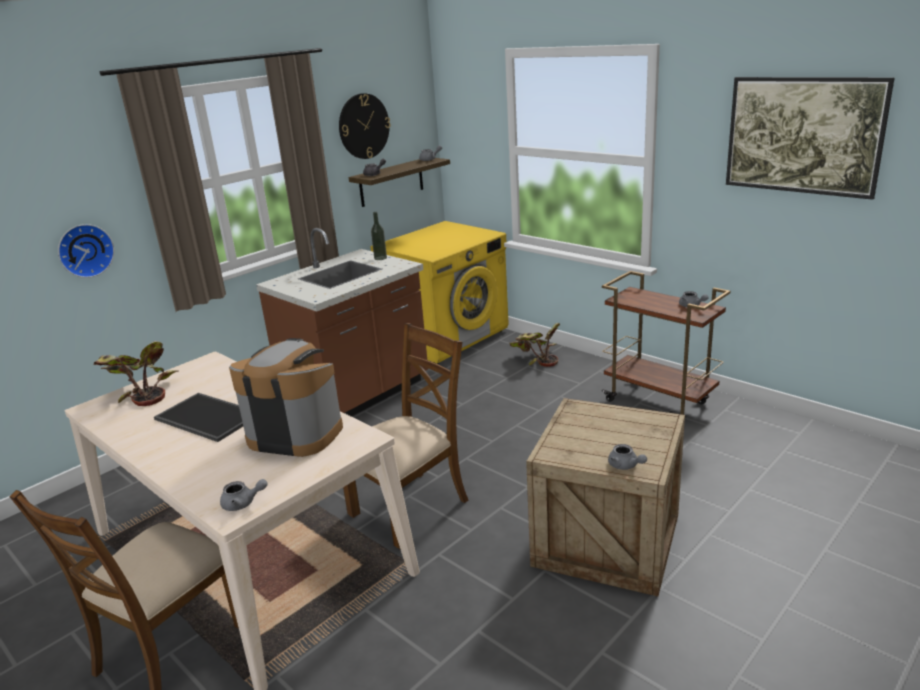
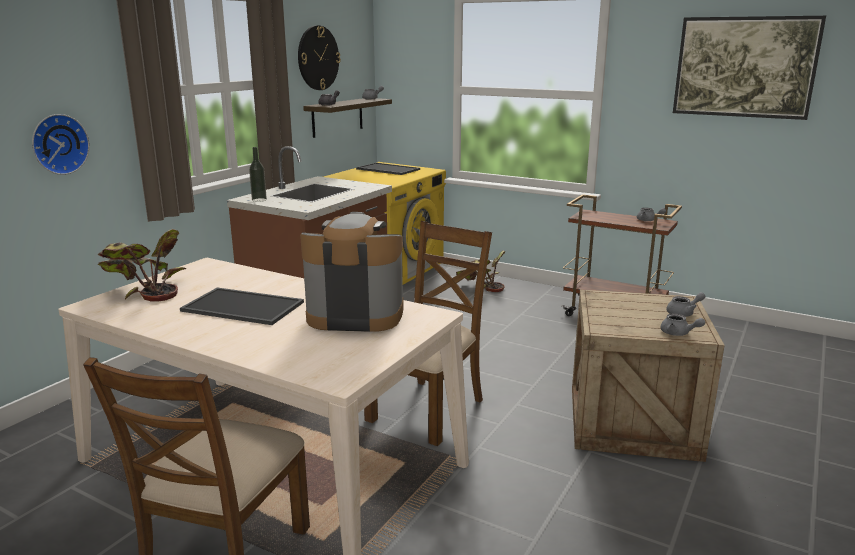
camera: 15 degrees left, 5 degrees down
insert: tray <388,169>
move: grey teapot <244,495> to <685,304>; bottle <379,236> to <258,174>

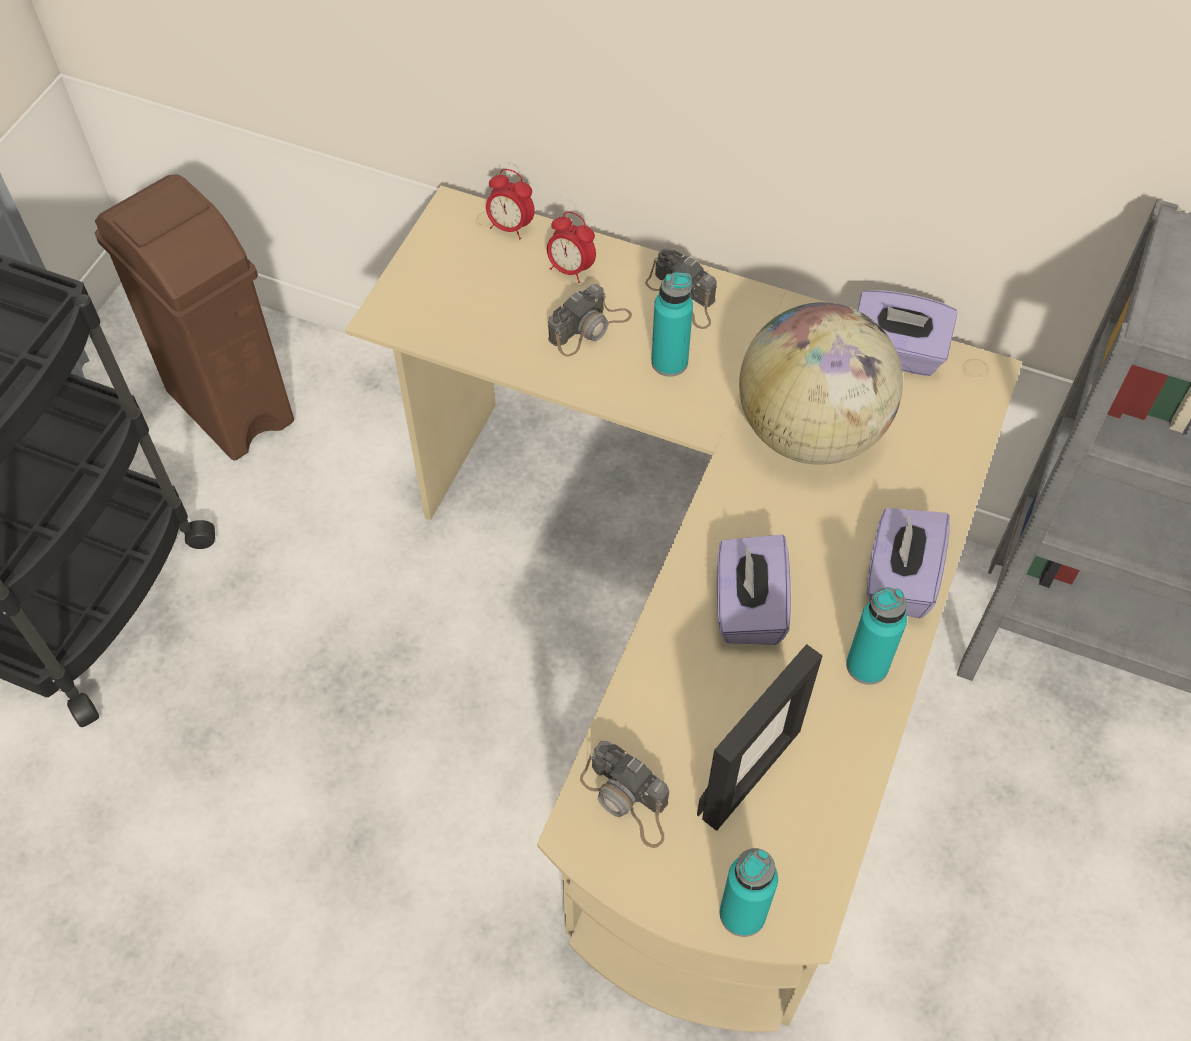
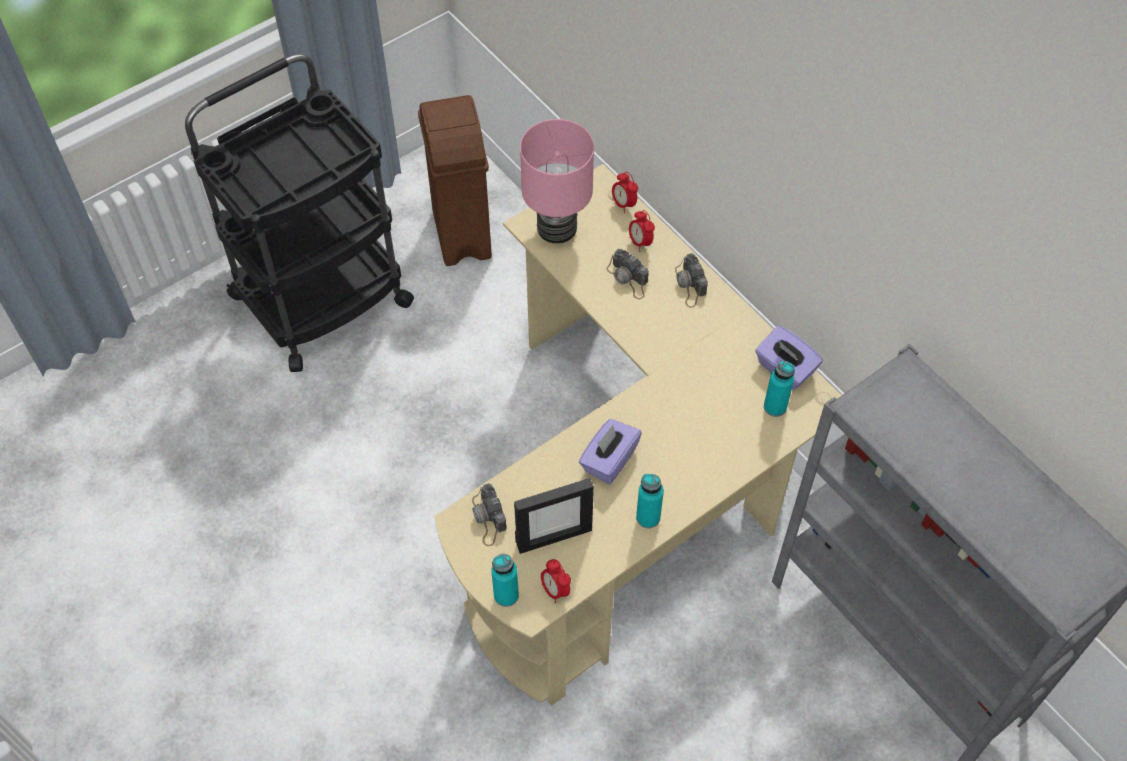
camera: 30 degrees right, 0 degrees up
delete: globe <821,383>; purple tissue box <908,563>
insert: pink table lamp <557,181>; alarm clock <556,581>
move: turquoise bottle <672,325> to <779,389>
rotate: photo camera <590,320> = <627,274> 60 degrees clockwise

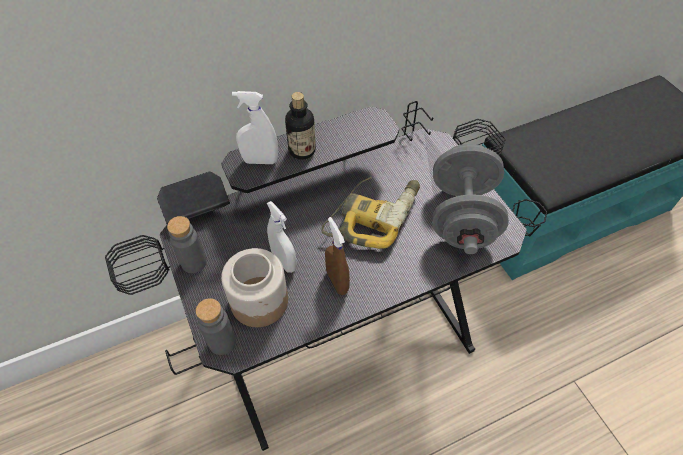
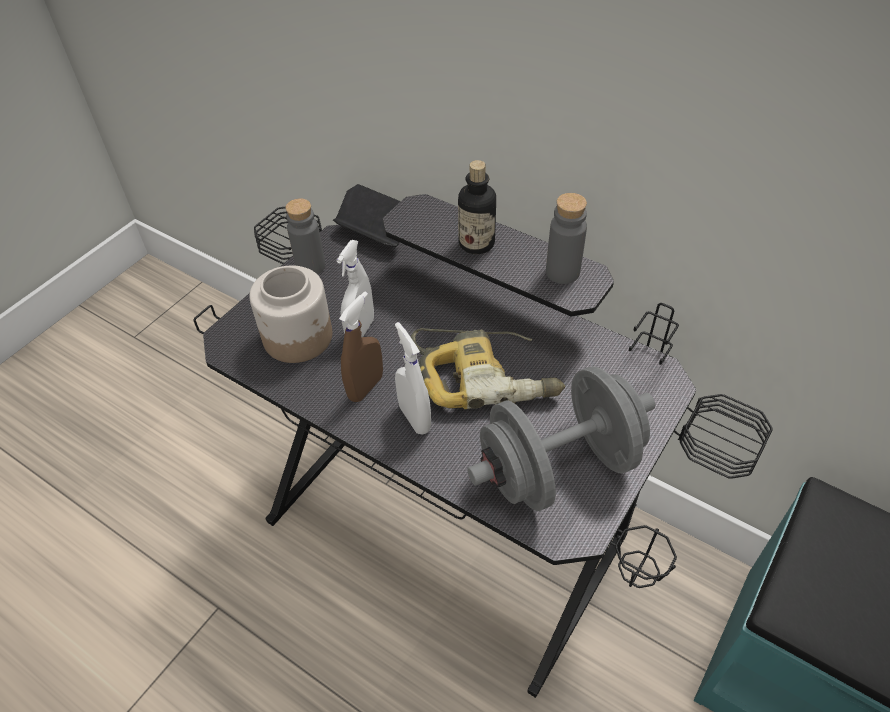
camera: 60 degrees right, 5 degrees down
move: grey bottle <216,326> to <566,238>; white spray bottle <255,127> to <413,378>

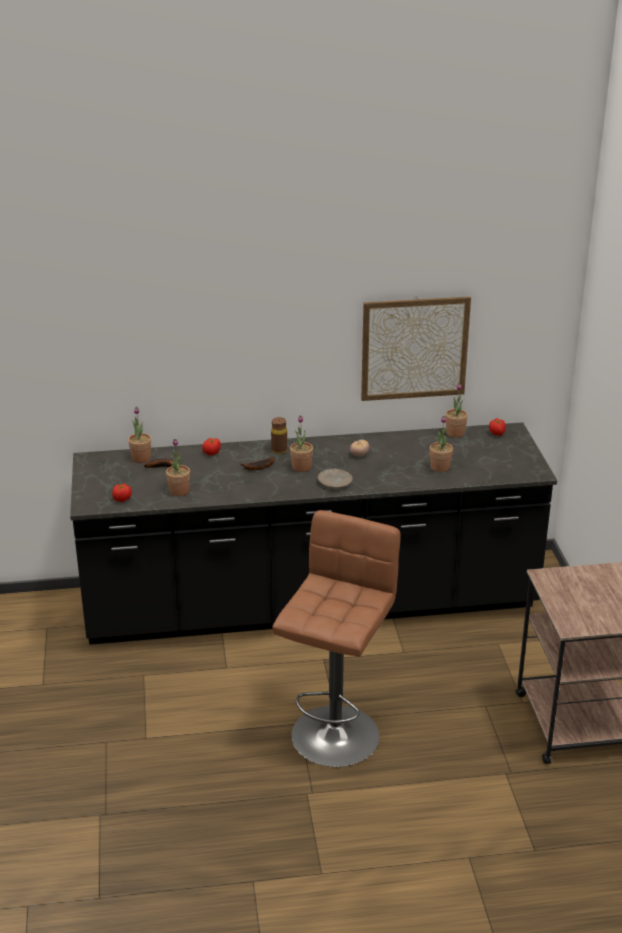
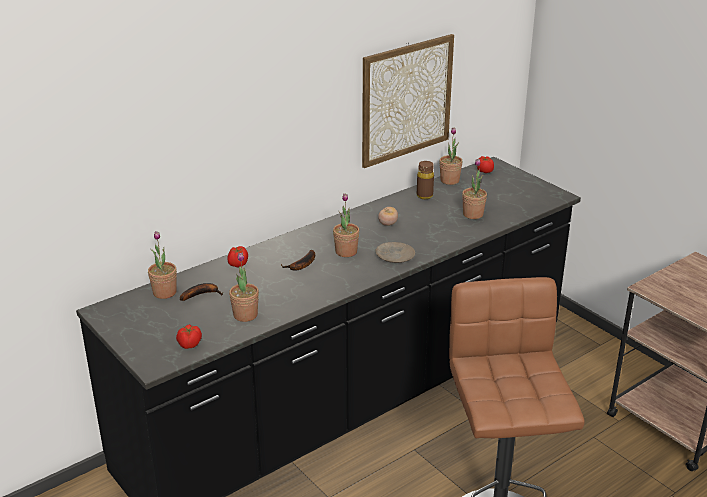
camera: 30 degrees left, 0 degrees up
move: brown bottle <279,435> to <425,180>

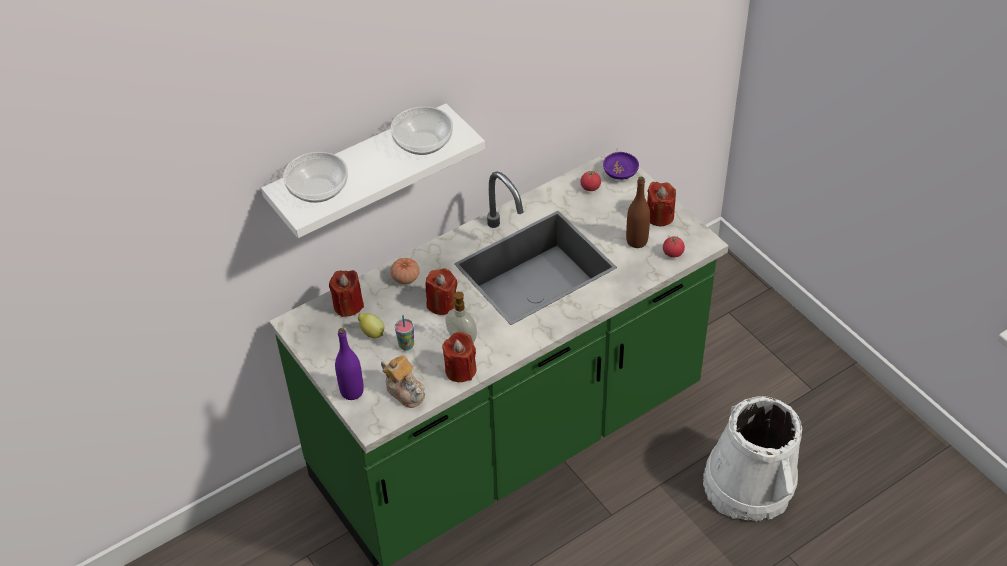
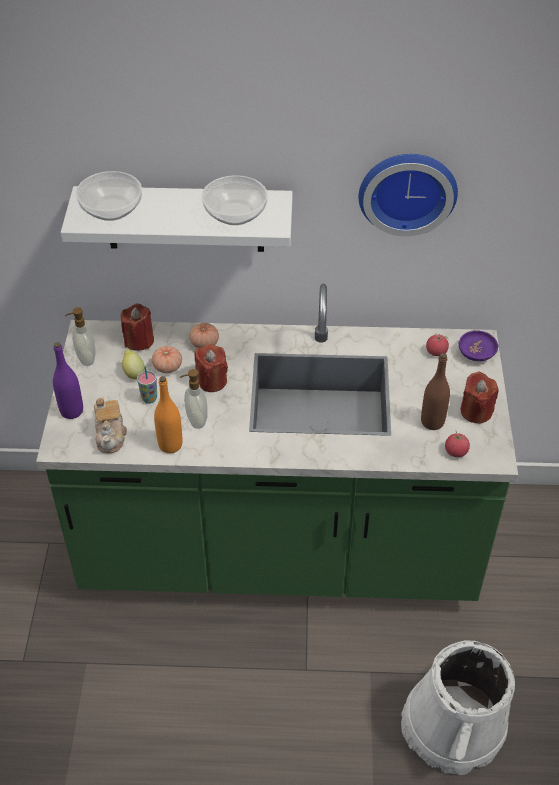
camera: 35 degrees right, 0 degrees up
insert: soap dispenser <80,336>; tomato <167,359>; wall clock <408,195>
replace: red candle <459,357> to orange bottle <168,414>

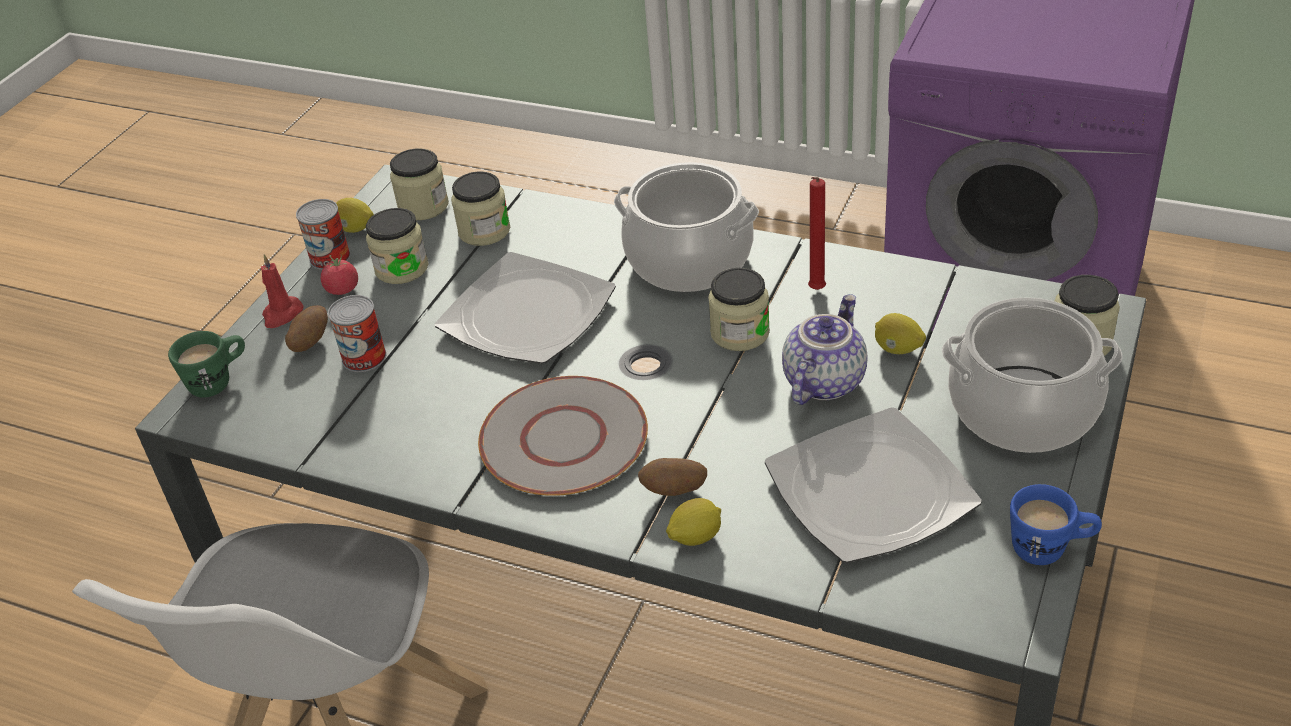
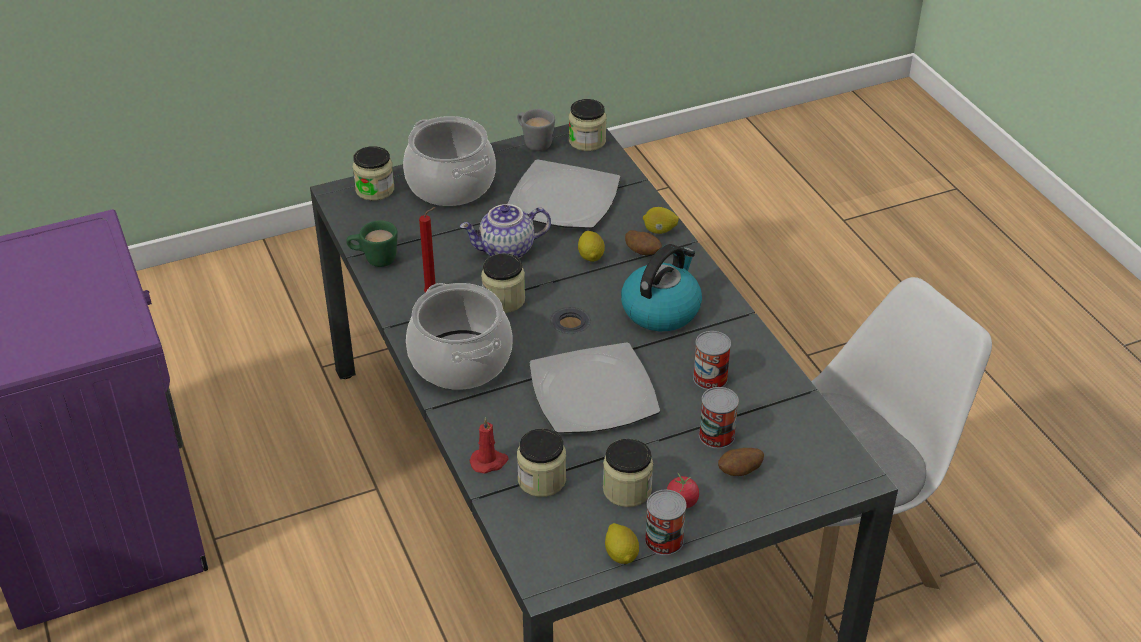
camera: 140 degrees left, 0 degrees up
insert: can <712,360>
move: green mug <206,364> to <372,243>; red candle <282,291> to <489,445>; jar <419,184> to <587,125>; lemon <900,333> to <591,246>
replace: grey plate <563,436> to kettle <661,287>
recolor: blue mug <1056,524> to grey mug <536,130>

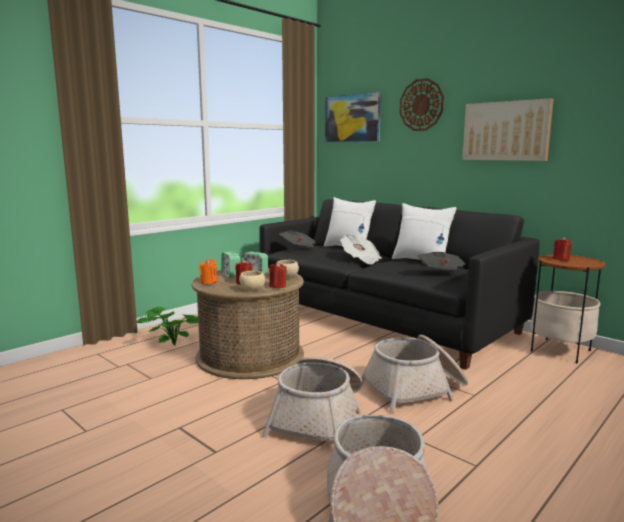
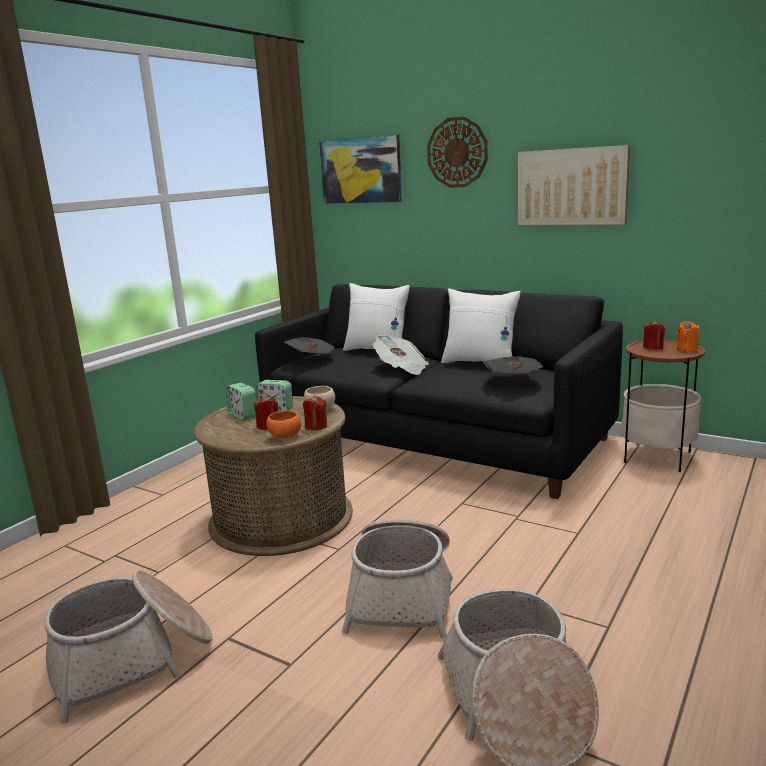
camera: 10 degrees left, 5 degrees up
delete: potted plant <167,325>
move: orange candle <208,271> to <688,336>; basket <414,373> to <128,647>
recolor: beige bowl <252,281> to orange bowl <284,424>

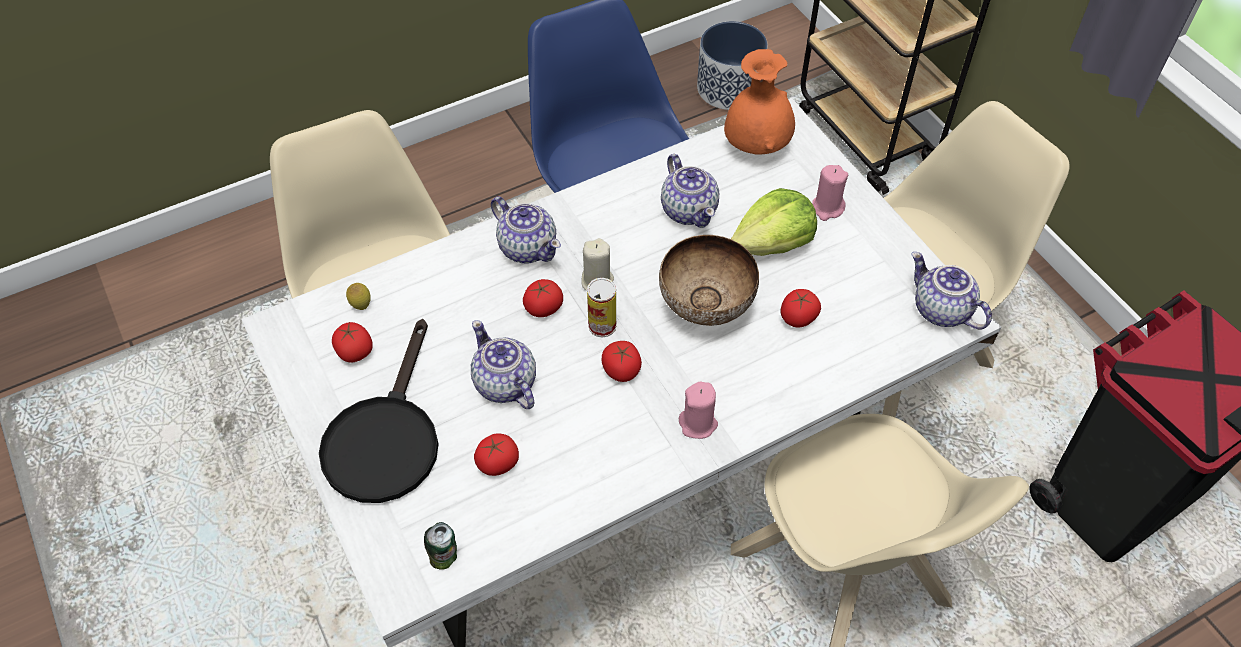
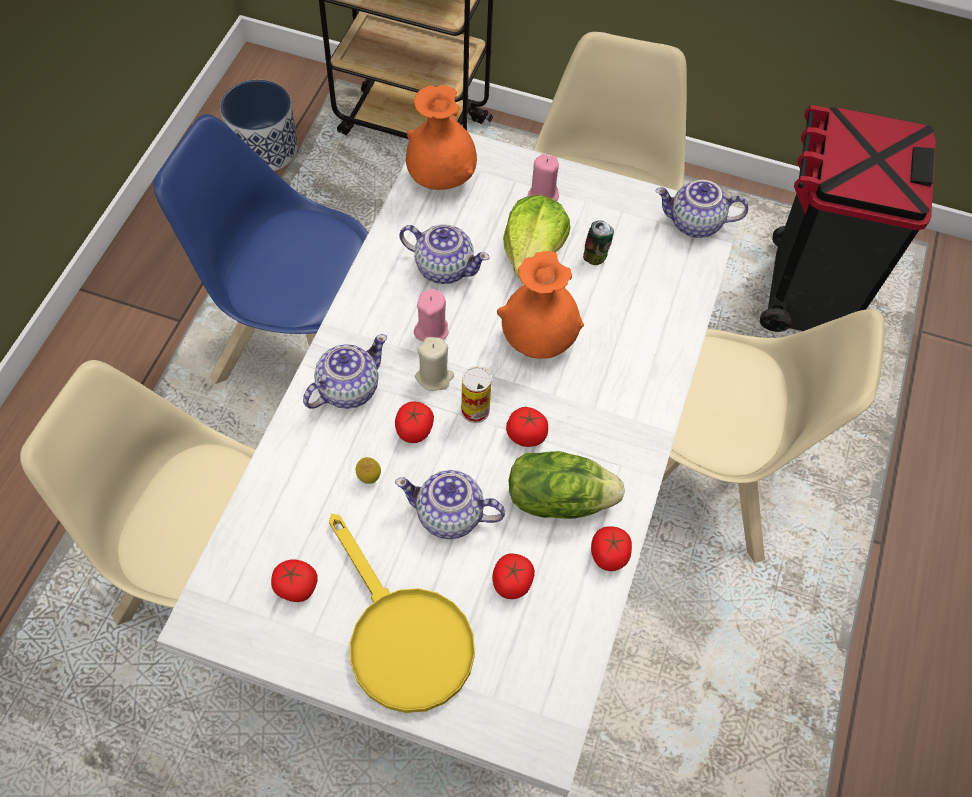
camera: 45 degrees left, 5 degrees up
insert: lettuce <566,485>
move: lemon <358,296> to <368,470>; can <440,546> to <598,243>; pink candle <698,410> to <431,315>; tomato <801,308> to <611,548>
replace: bowl <709,280> to orange vase <540,305>
recolor: black frying pan <379,411> to yellow frying pan <402,613>
rotate: teapot <526,229> = <345,371> 45 degrees counterclockwise

